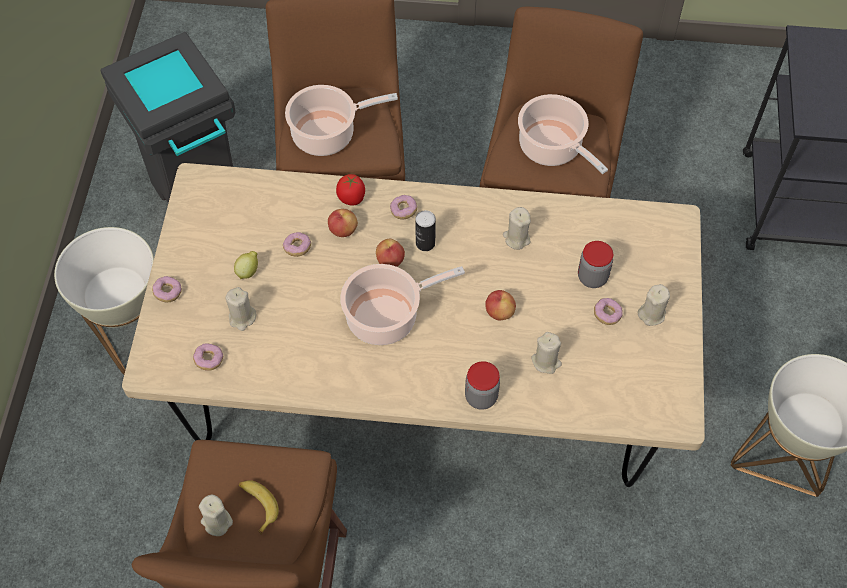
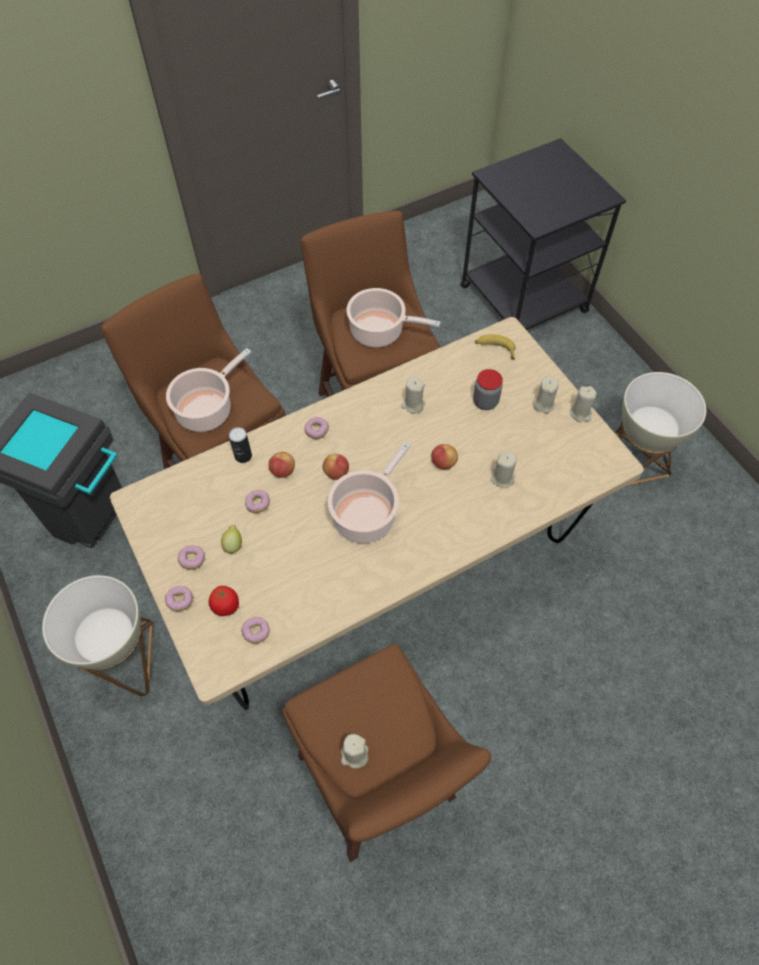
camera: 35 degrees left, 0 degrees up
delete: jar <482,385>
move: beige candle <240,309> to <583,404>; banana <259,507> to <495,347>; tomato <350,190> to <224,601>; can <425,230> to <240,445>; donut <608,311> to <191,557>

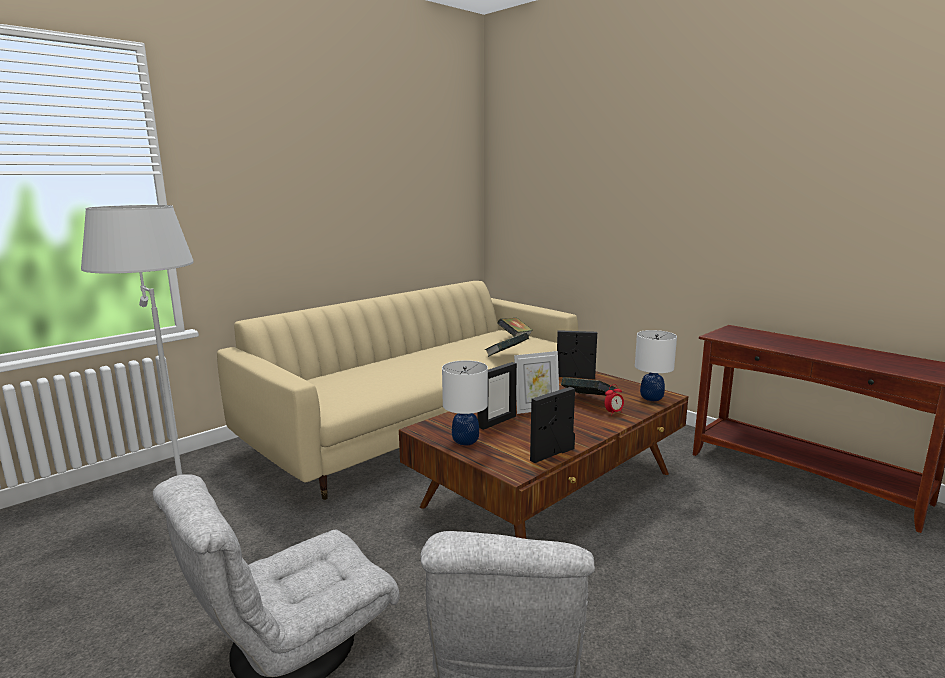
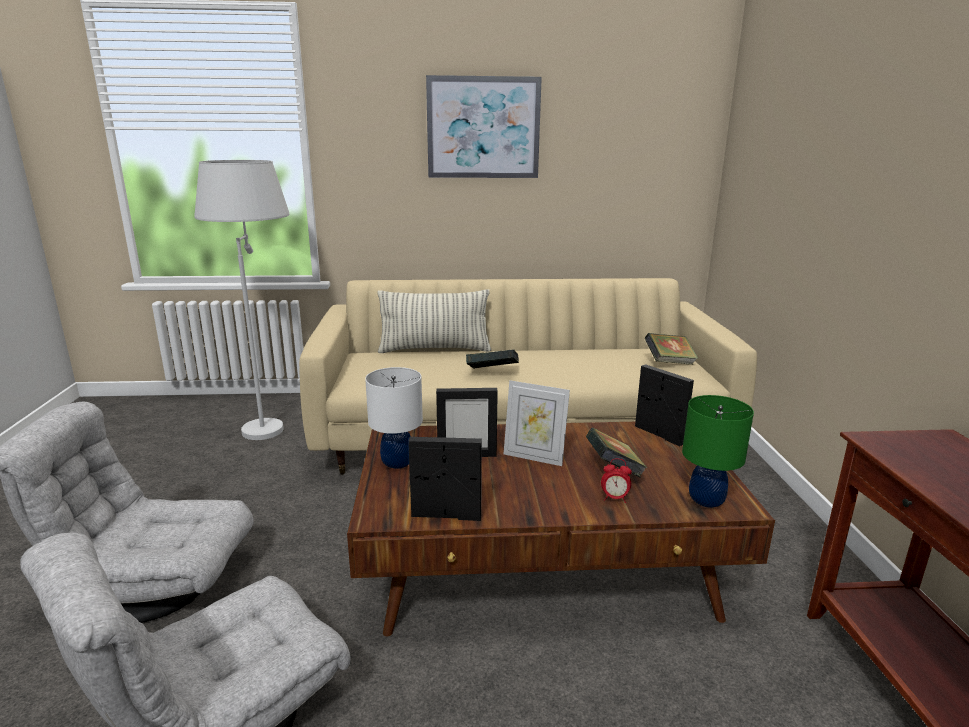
camera: 40 degrees right, 5 degrees up
insert: pillow <434,321>; picture <484,126>
move: book <507,345> to <492,359>
recolor: white table lamp <656,365> to green table lamp <718,451>

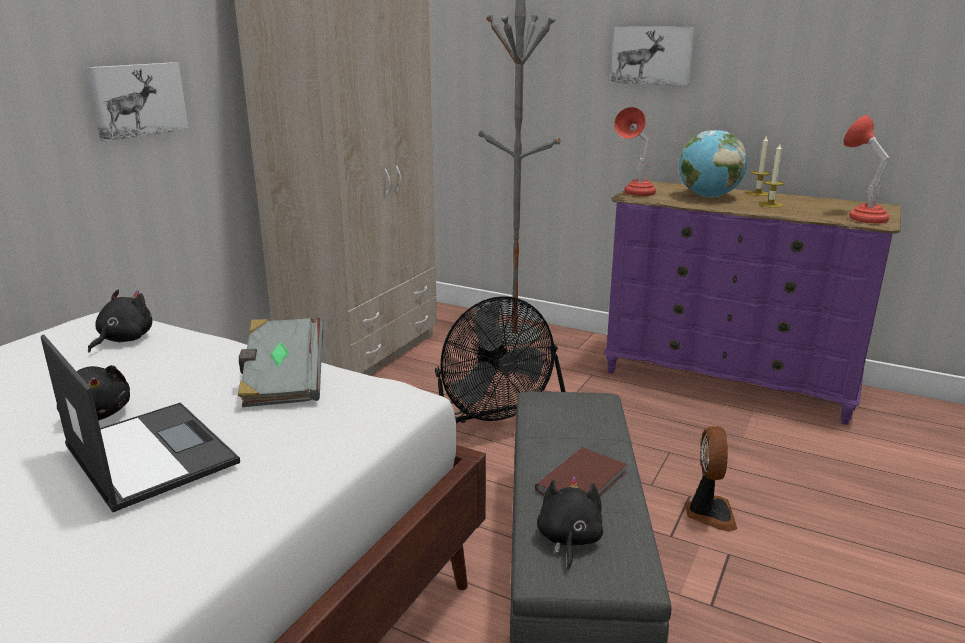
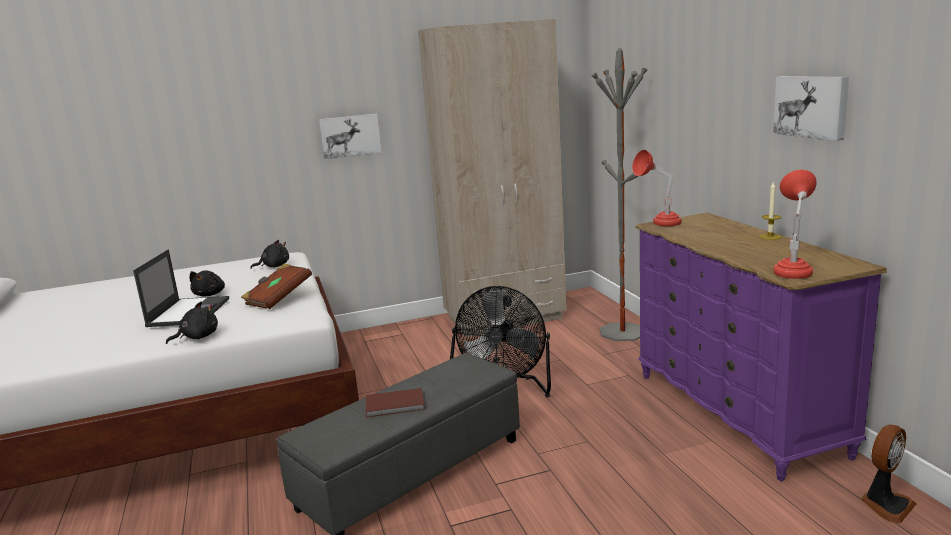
camera: 45 degrees right, 5 degrees down
delete: globe <713,164>; candle <772,176>
move: black plush toy <570,524> to <192,323>; picture <653,56> to <811,108>; fan <711,478> to <889,473>
recolor: grey book <281,362> to brown book <276,286>

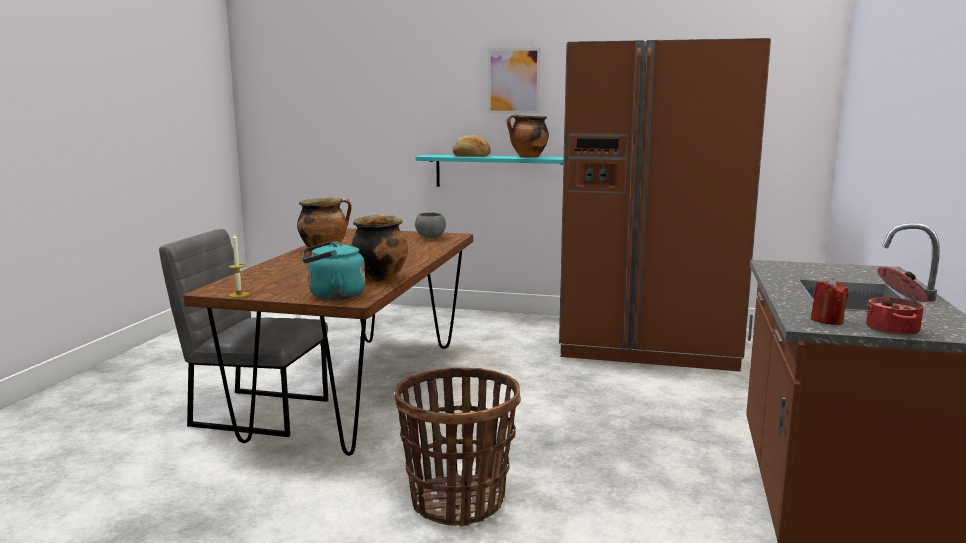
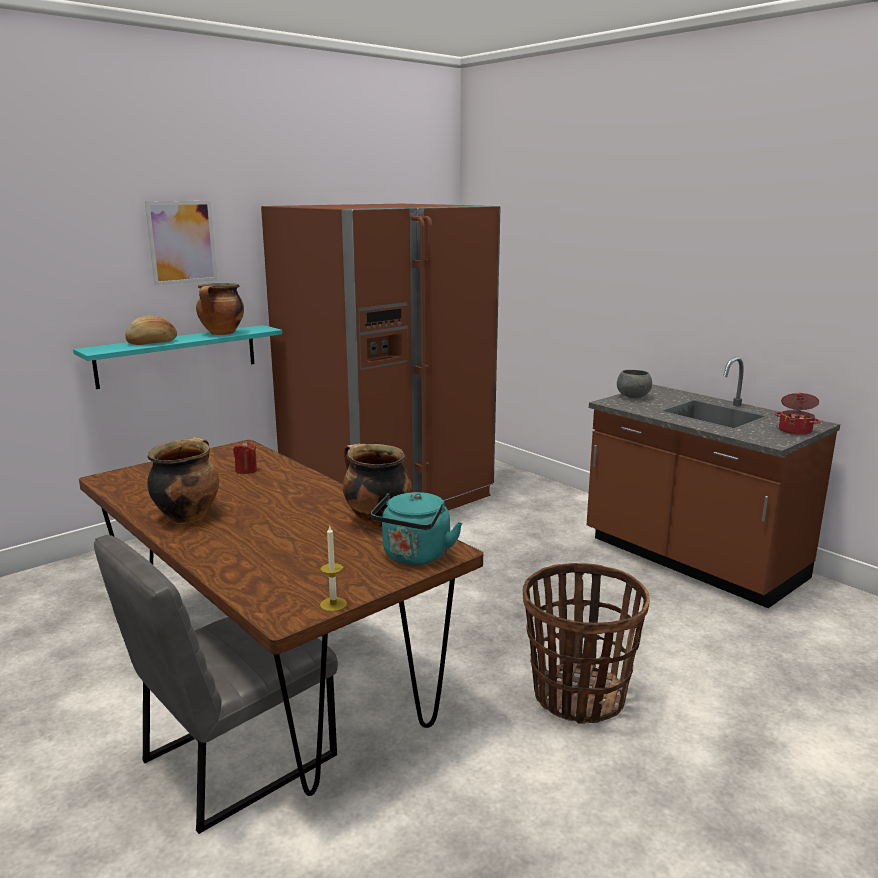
camera: 55 degrees left, 5 degrees up
move: grey bowl <430,225> to <634,384>; red candle <829,301> to <245,457>

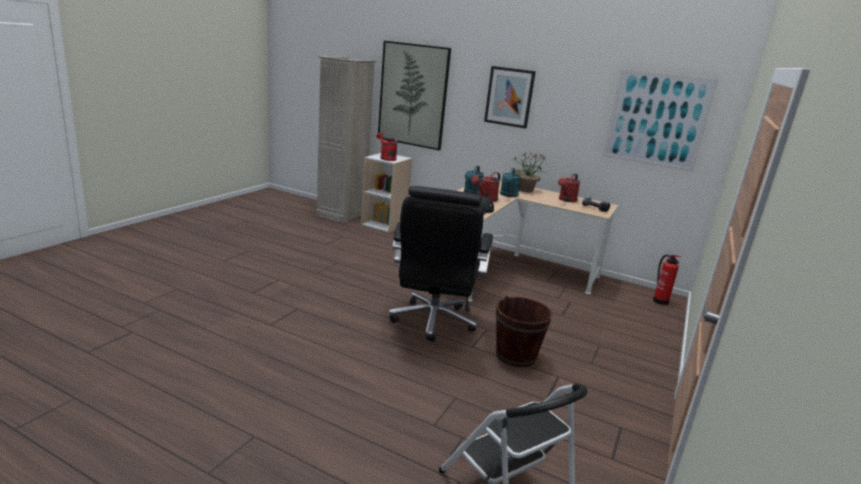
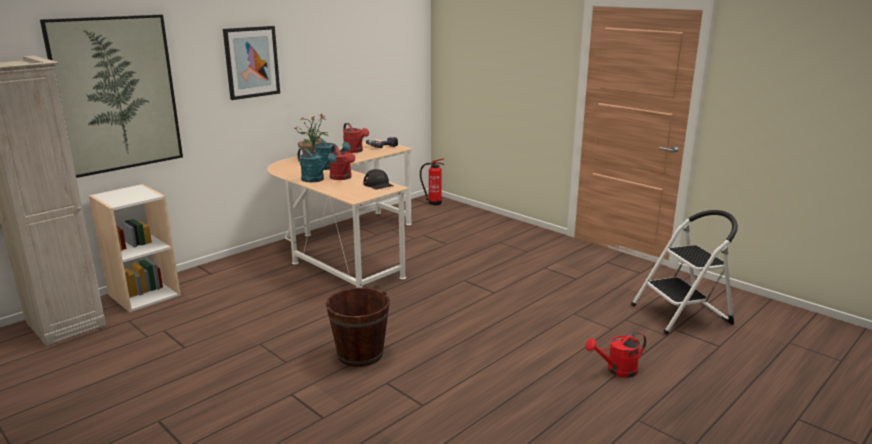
camera: 70 degrees left, 0 degrees up
delete: black office chair <441,264>; picture <660,120>
move: red watering can <387,147> to <616,355>; brown bucket <524,331> to <358,327>

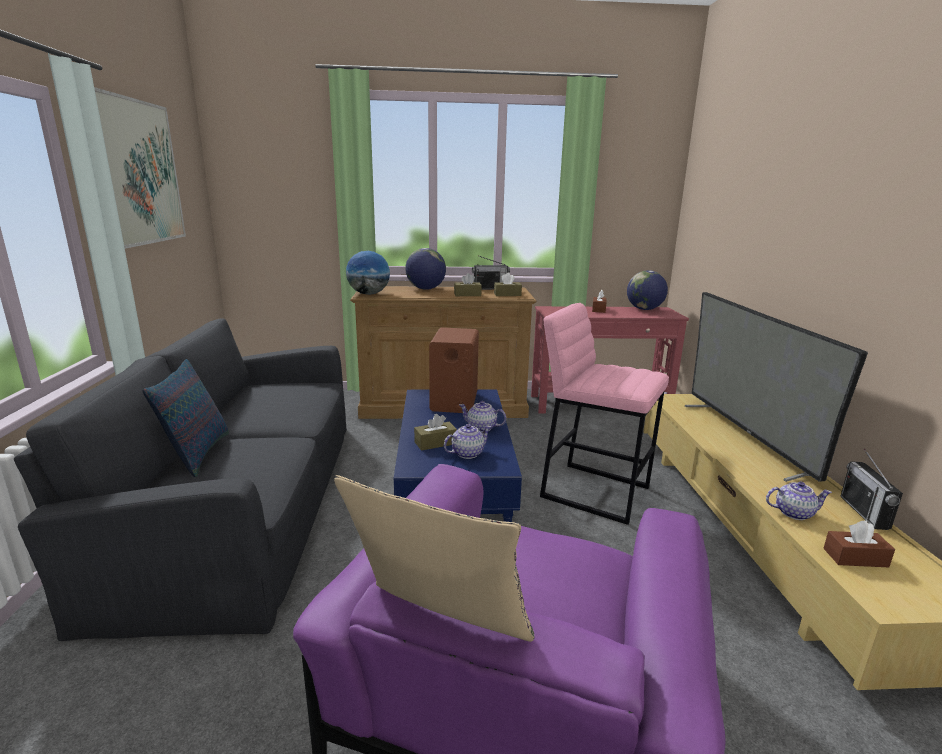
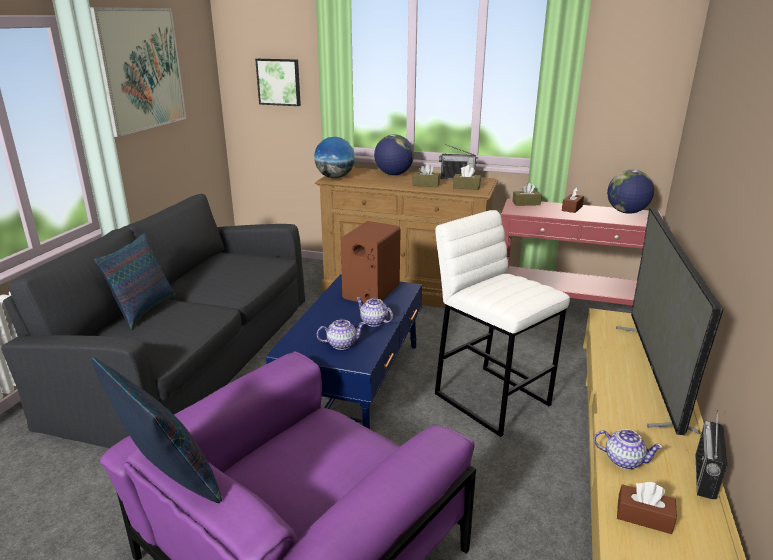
camera: 20 degrees right, 5 degrees up
insert: picture <278,82>
move: brown tissue box <435,432> to <527,194>
recolor: beige pillow <434,558> to blue pillow <156,430>; pink stool <604,414> to white stool <502,323>

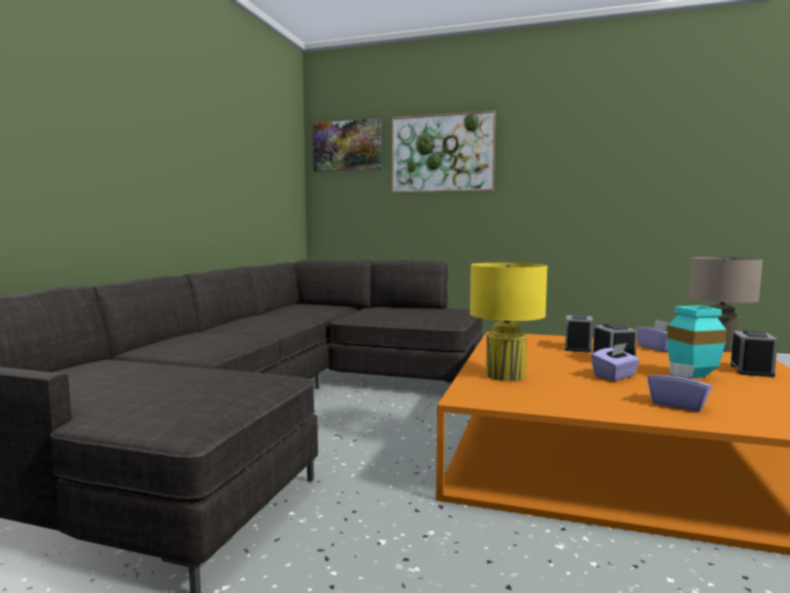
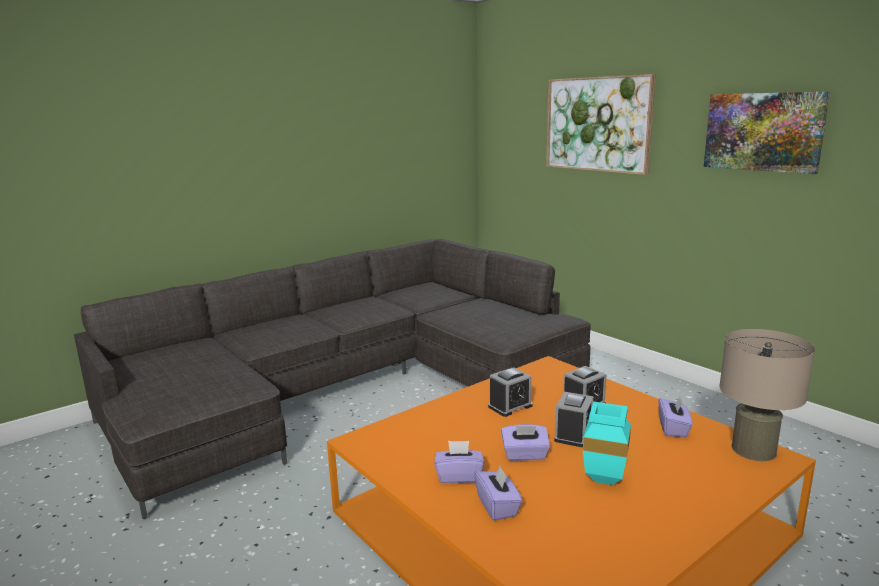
camera: 35 degrees right, 10 degrees up
delete: yellow table lamp <508,322>
insert: purple tissue box <459,462>
move: picture <347,145> to <767,133>; alarm clock <754,353> to <510,392>

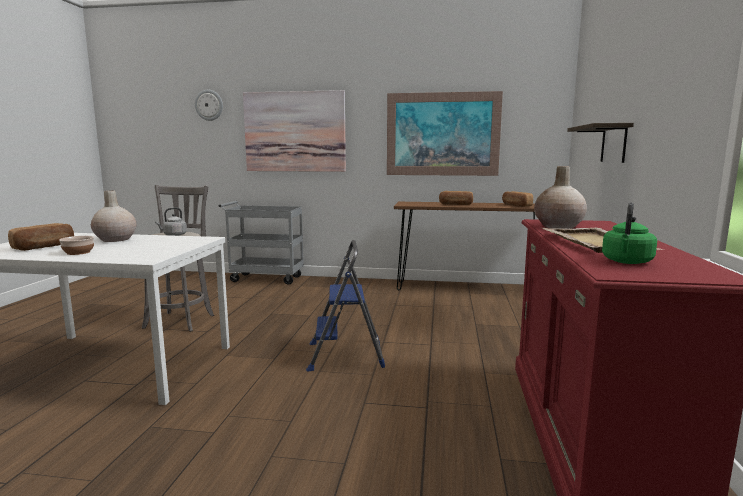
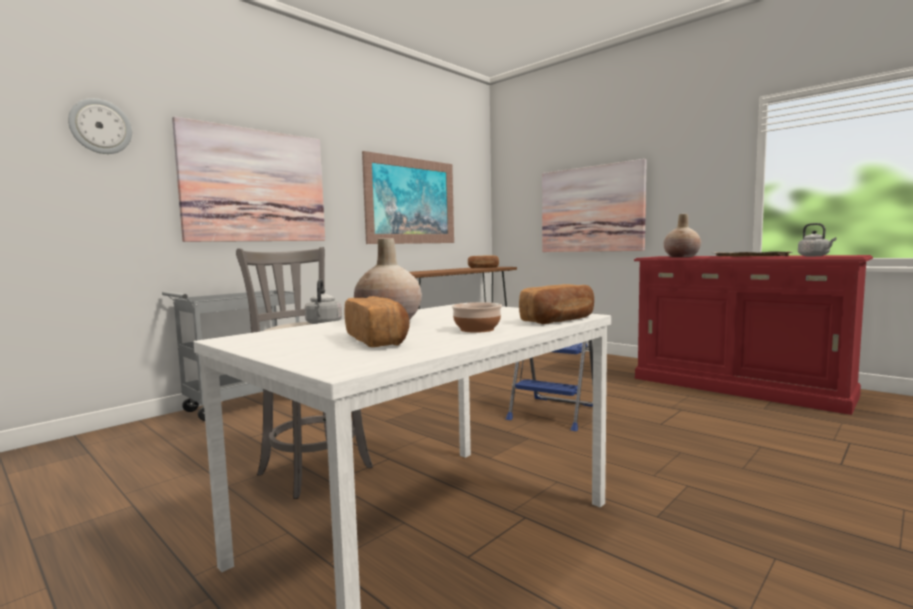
camera: 55 degrees left, 5 degrees down
move: bread <456,198> to <556,304>
replace: shelf <600,143> to picture <594,205>
recolor: green kettle <629,233> to grey kettle <817,239>

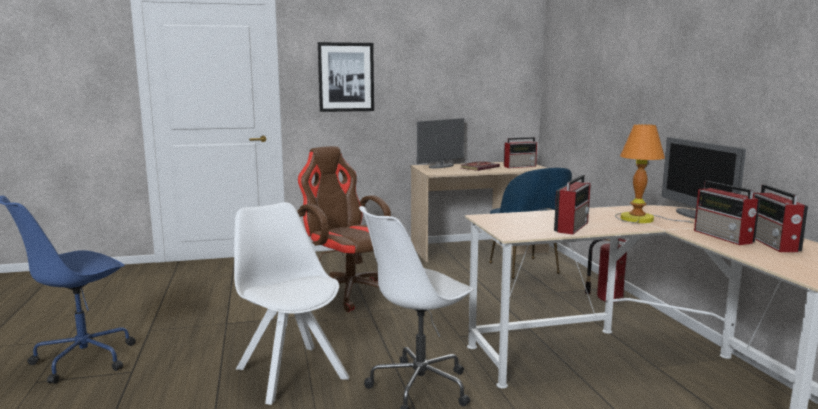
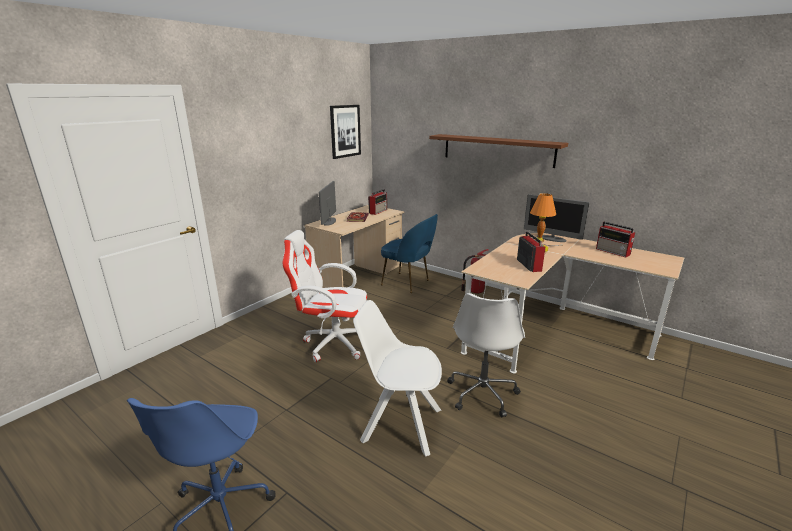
camera: 40 degrees left, 10 degrees up
delete: radio <727,212>
insert: brown shelf <498,151>
move: picture <346,77> to <345,132>
recolor: brown office chair <344,229> to white office chair <324,296>

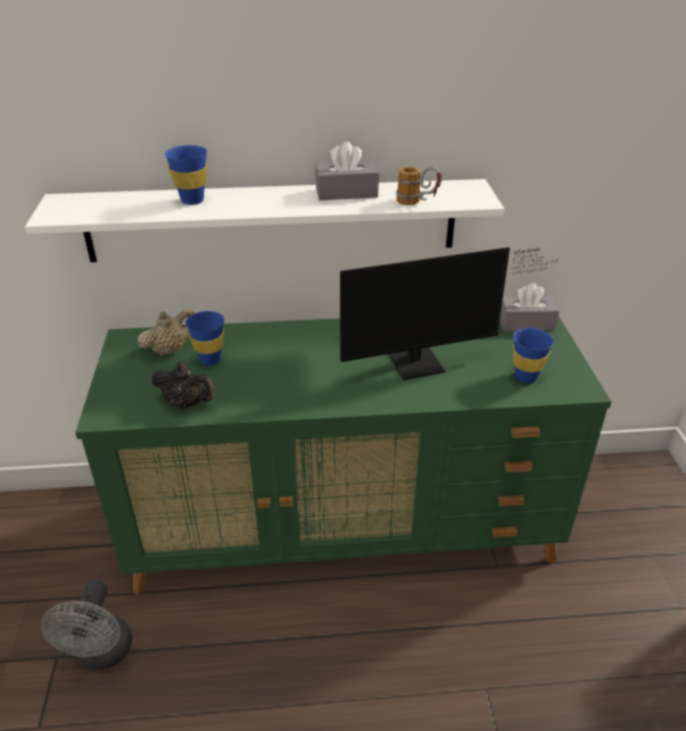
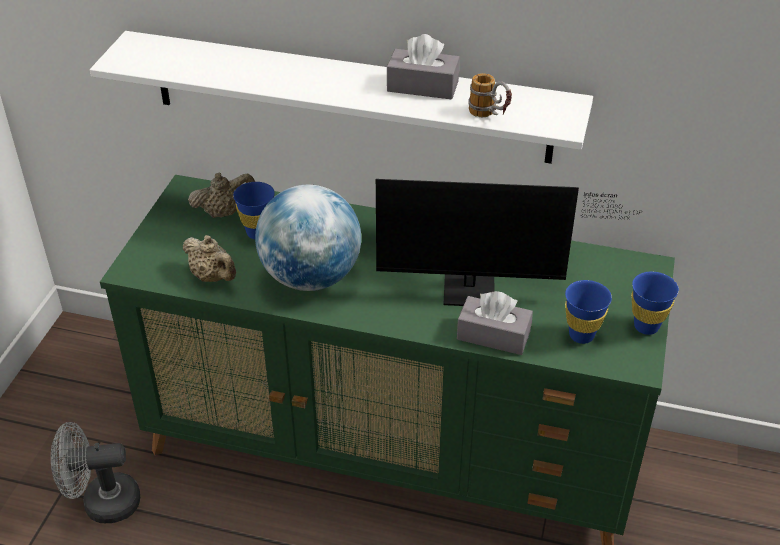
camera: 20 degrees right, 5 degrees up
insert: globe <308,238>
move: blue cup <186,175> to <655,303>; grey tissue box <530,307> to <495,323>
recolor: black teapot <183,385> to beige teapot <209,258>
rotate: grey fan <86,625> = <95,472> 60 degrees clockwise

